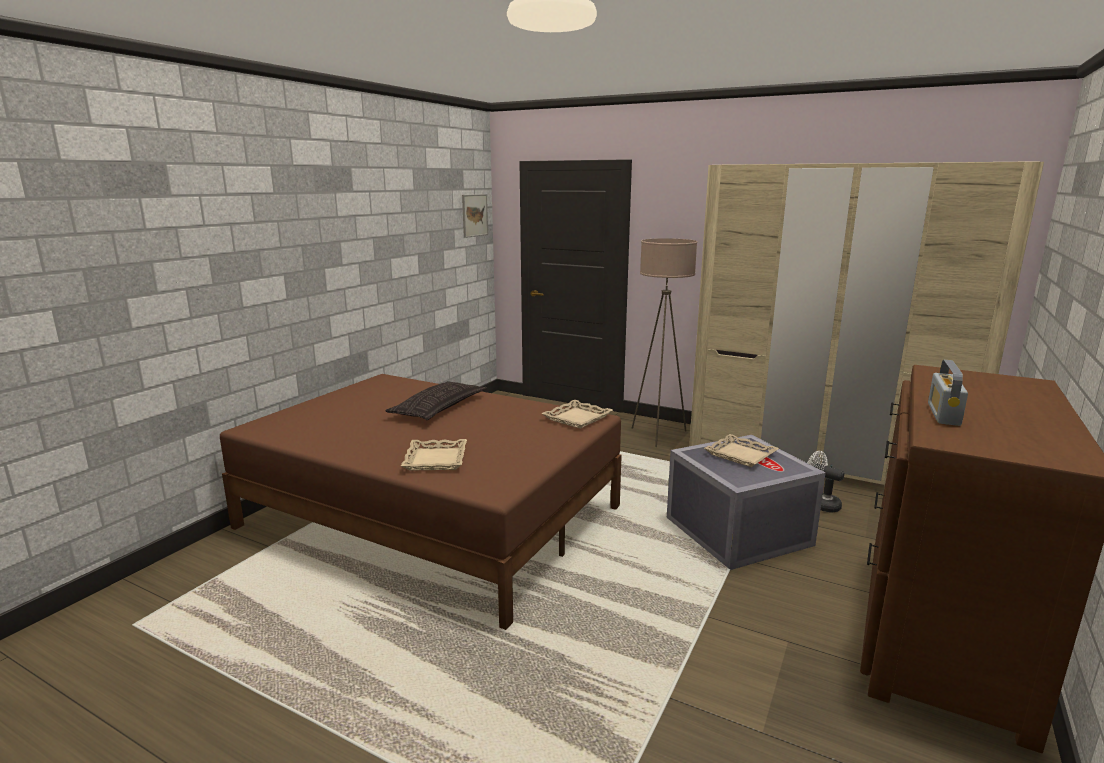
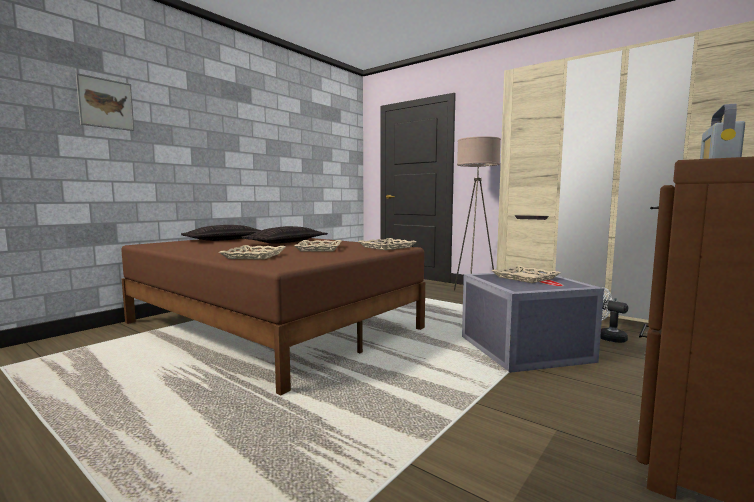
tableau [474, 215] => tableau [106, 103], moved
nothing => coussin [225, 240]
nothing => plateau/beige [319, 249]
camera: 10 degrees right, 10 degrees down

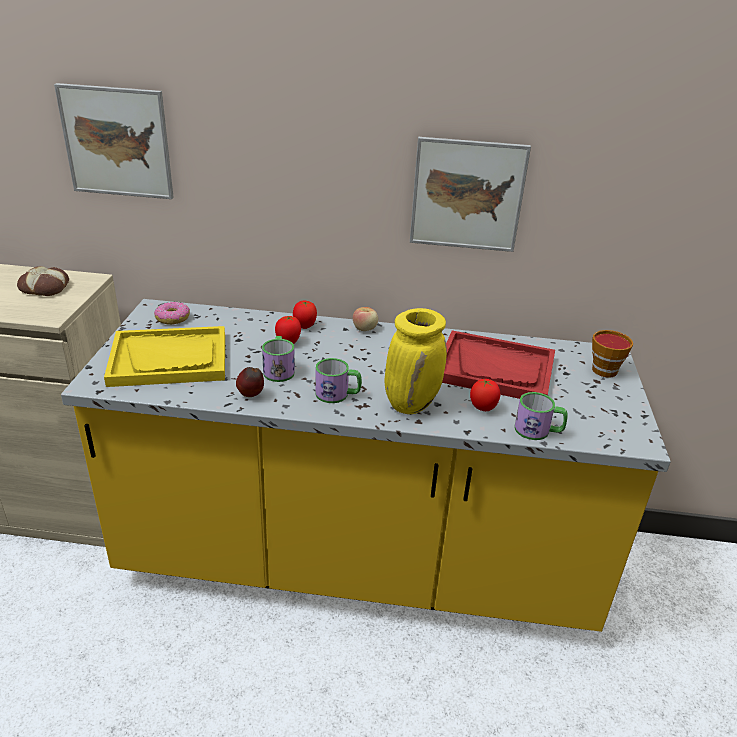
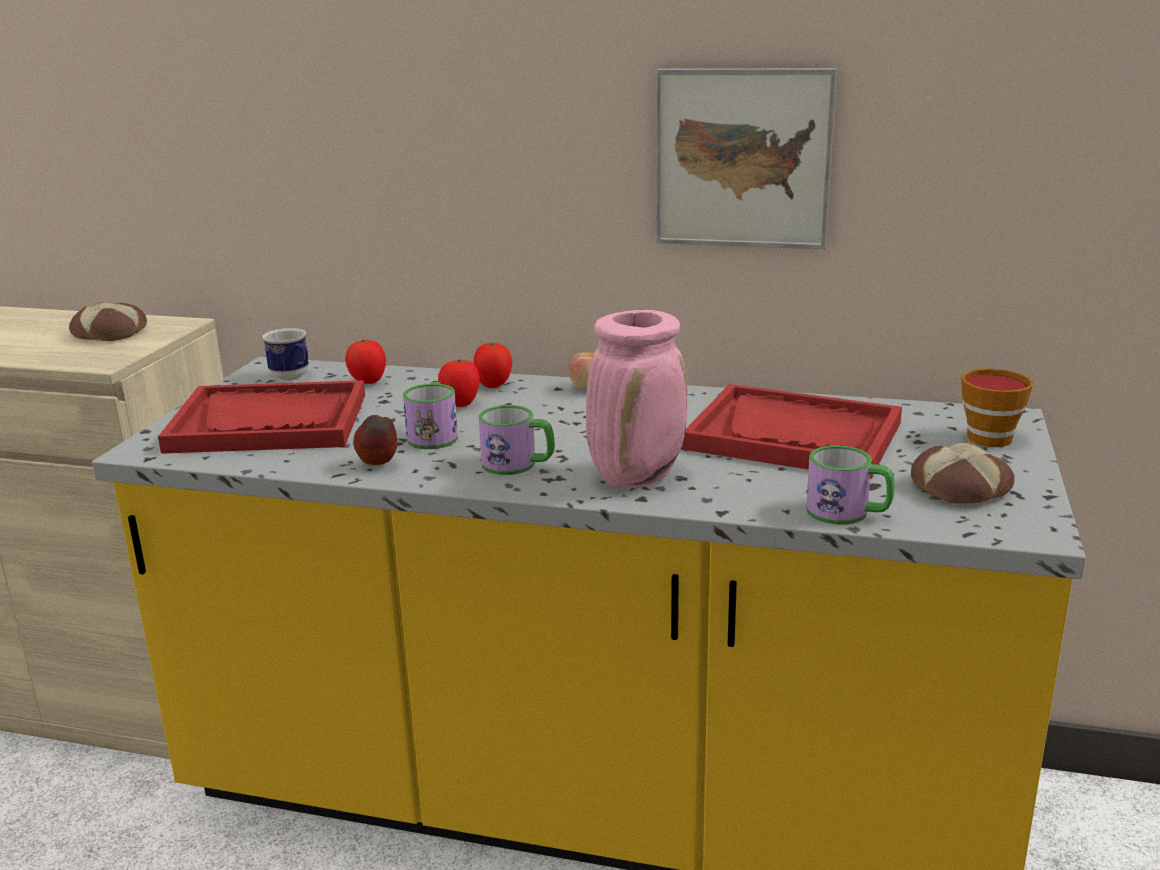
tableau [117, 142] => nothing
plateau/jaune [169, 359] => plateau/rouge [269, 422]
beignet [173, 318] => mug [293, 377]
vase/jaune [411, 403] => vase/rose [636, 477]
tomate [482, 408] => tomate [368, 382], moved
nothing => pain [961, 488]
camera: 10 degrees right, 10 degrees down

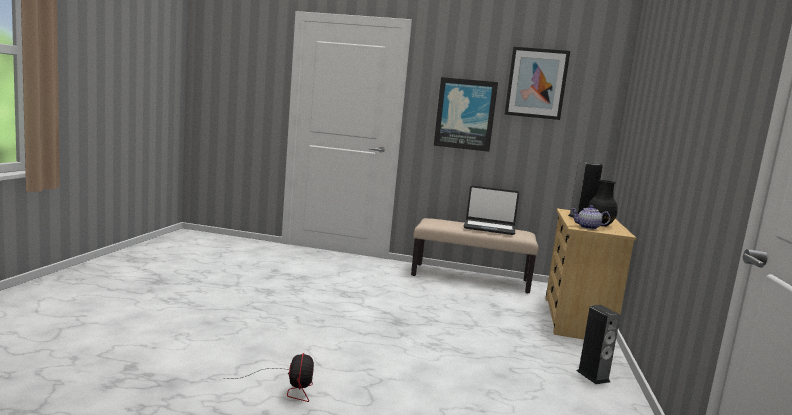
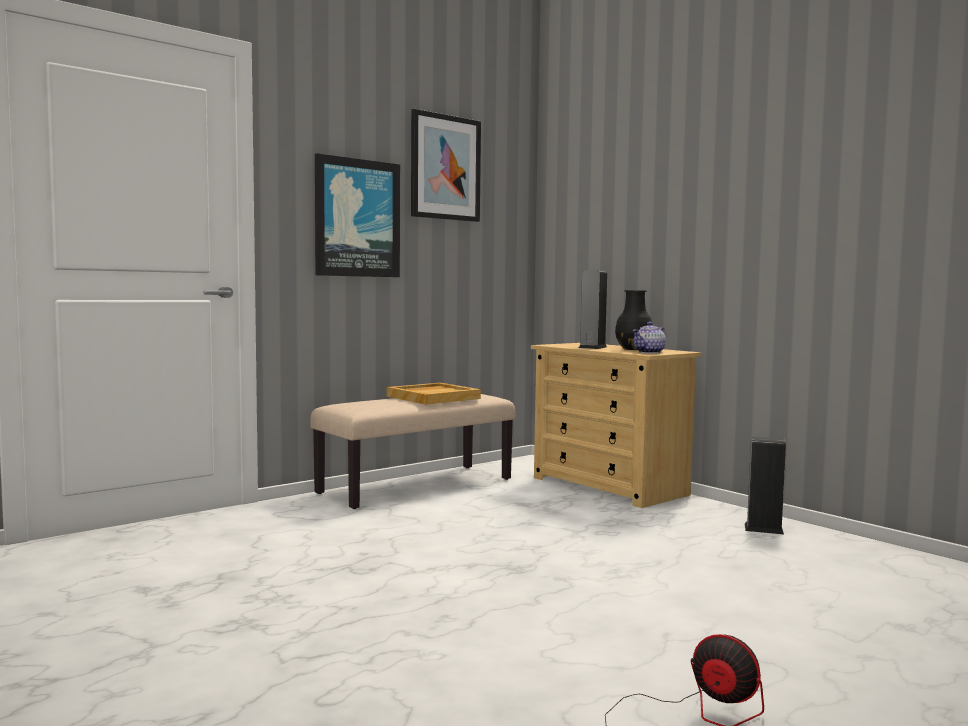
ordinateur portable [489, 228] => plateau/beige [433, 397]
camera: 50 degrees left, 5 degrees down

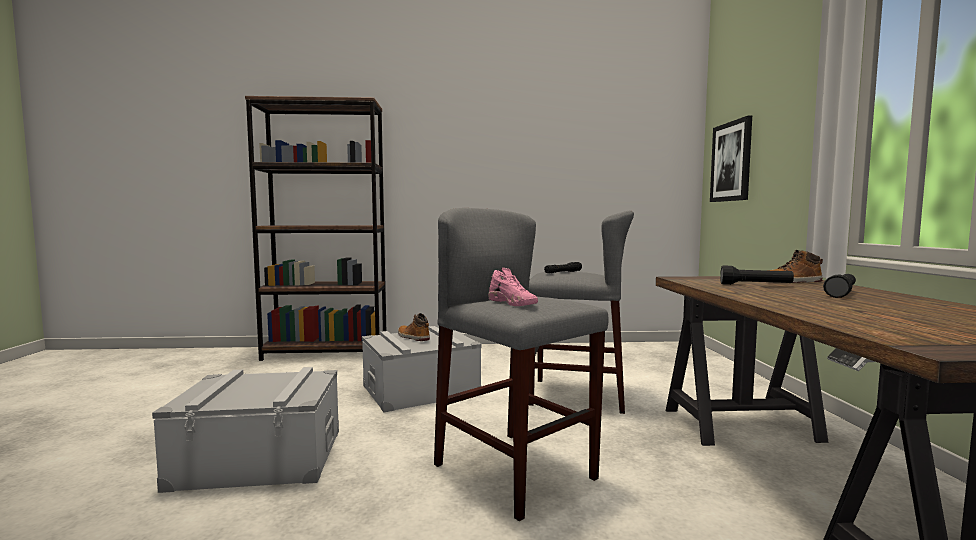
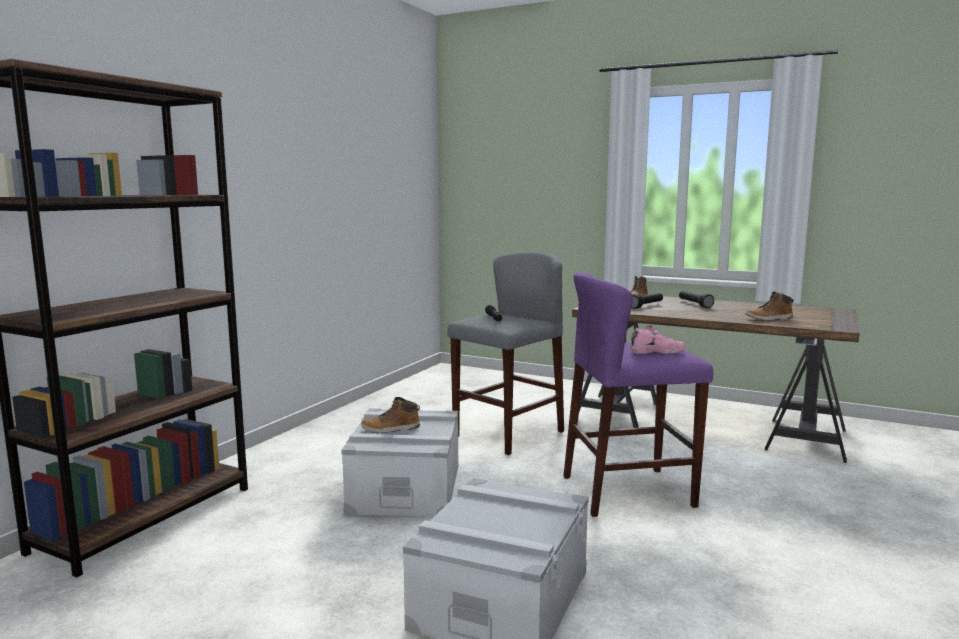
tabouret/gris [514, 472] => tabouret/violet [628, 491]
tableau [731, 161] => nothing
nothing => botte [769, 319]
camera: 60 degrees left, 5 degrees up

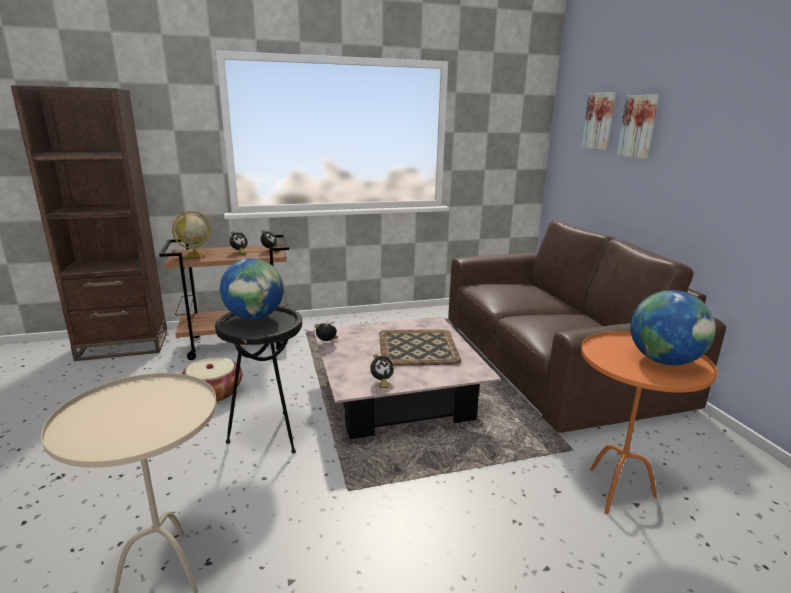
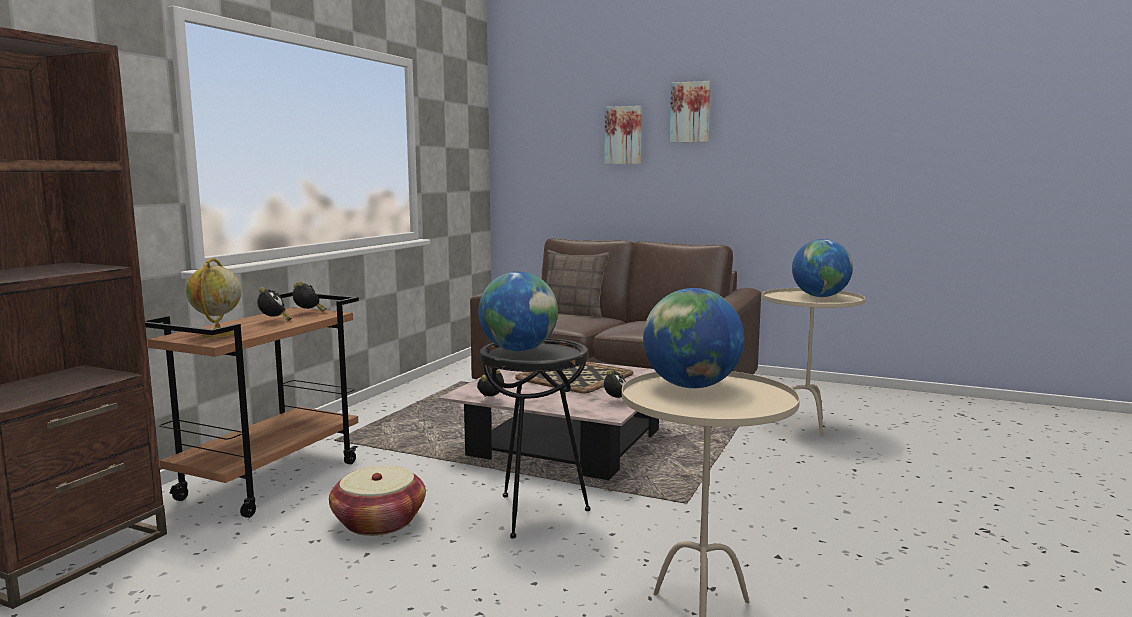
tableau [599, 121] => tableau [690, 112], moved
table d'appoint/orange [616, 492] => table d'appoint/beige [805, 425]
nothing => coussin [573, 313]
nothing => globe [691, 386]
camera: 50 degrees left, 10 degrees down

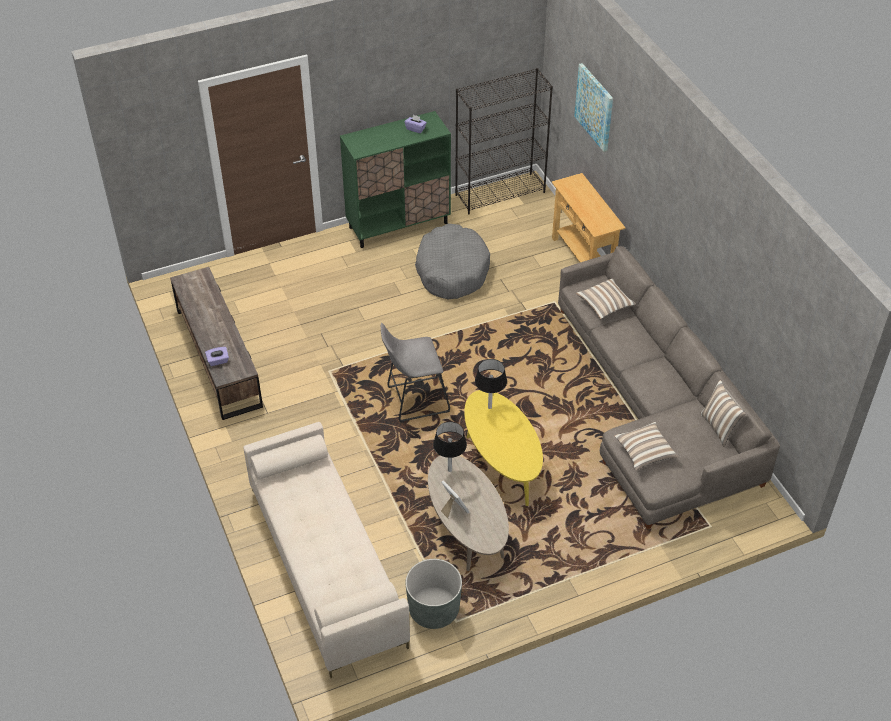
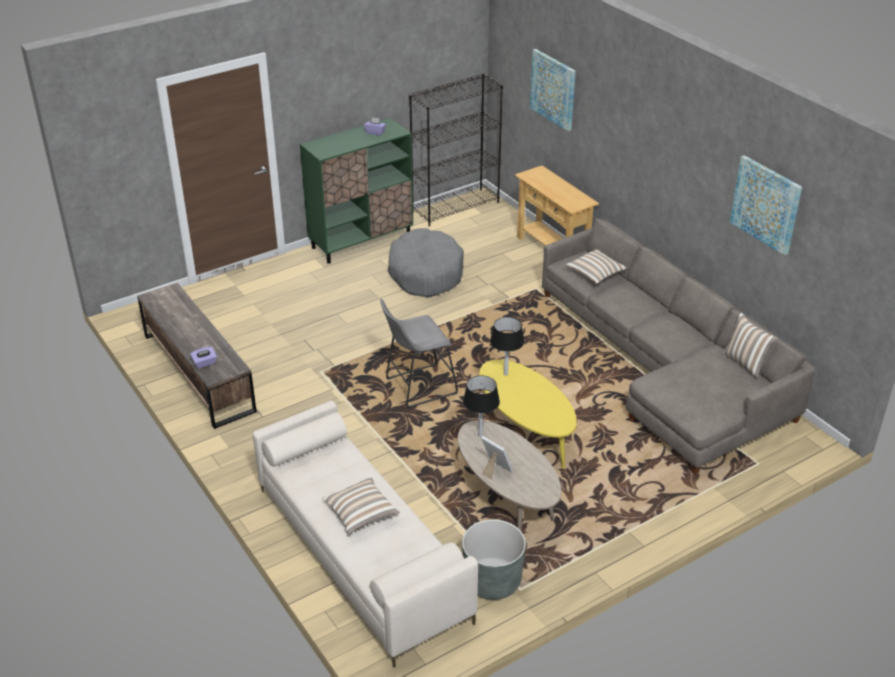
coussin [644, 452] => coussin [360, 513], moved
nothing => tableau [766, 204]
camera: 10 degrees left, 10 degrees down

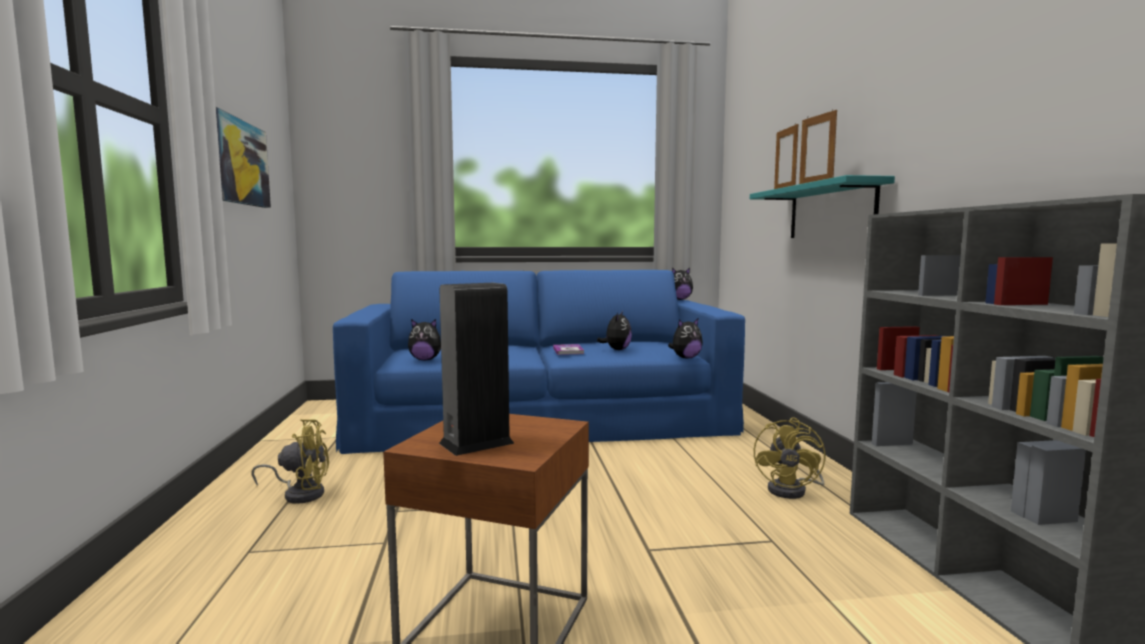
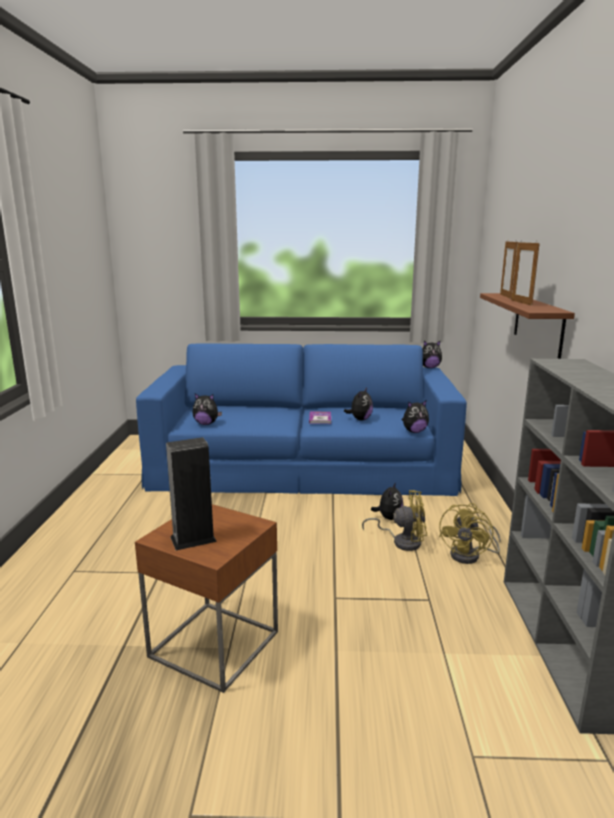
tableau [239, 162] => nothing
ventilateur/jaune [300, 494] => ventilateur/jaune [402, 541], moved
étagère/turquoise [830, 211] => étagère/marron [538, 323]
nothing => peluche [388, 517]
camera: 10 degrees right, 10 degrees up

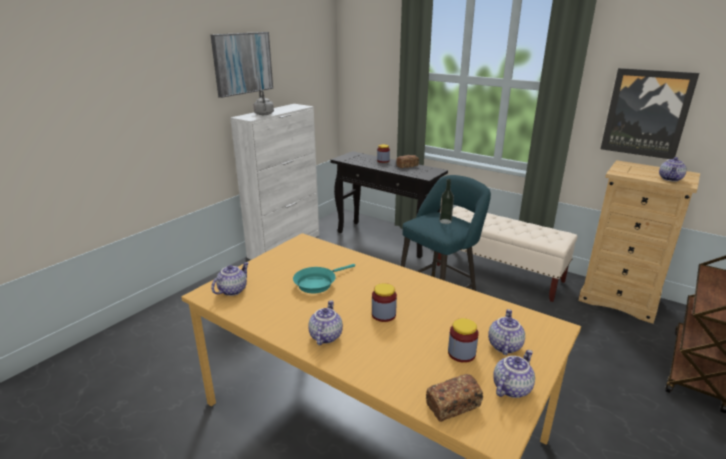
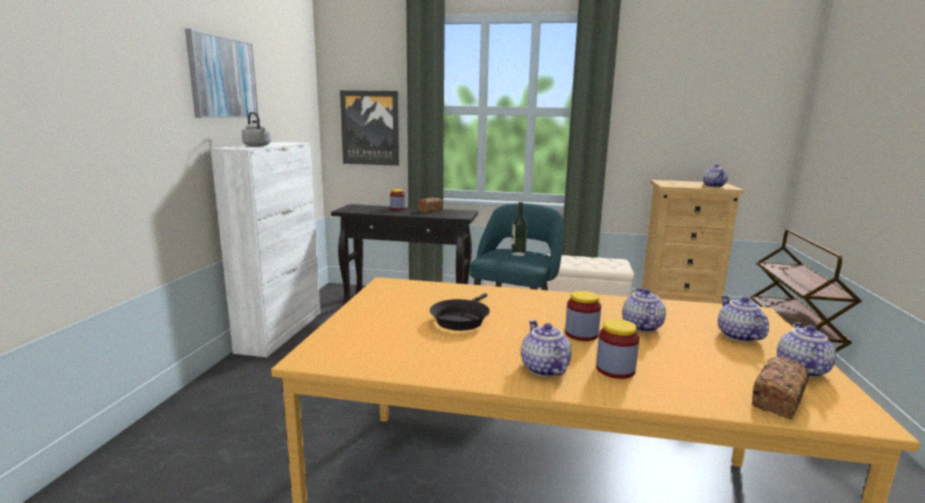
théière [232, 290] => théière [640, 326], moved
poêle/turquoise [318, 283] => poêle/noir [461, 319]
bocal [461, 353] => bocal [615, 369], moved
tableau [646, 113] => tableau [370, 128], moved
camera: 25 degrees left, 10 degrees down

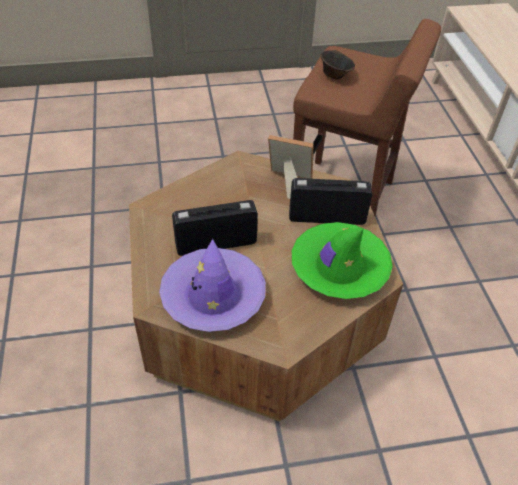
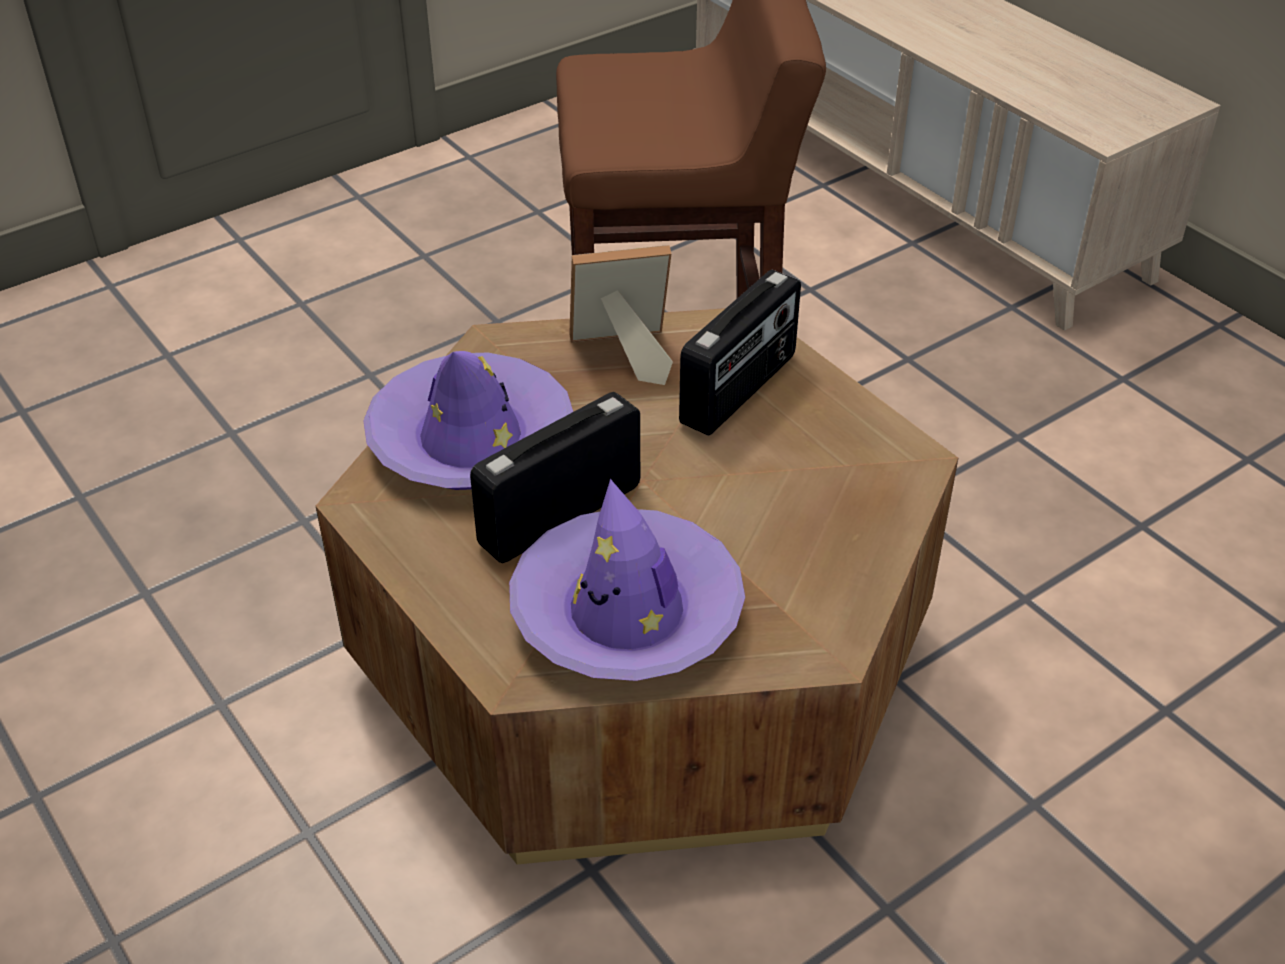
radio [326, 217] => radio [740, 390], 150 degrees clockwise
chapeau/vert [339, 267] => nothing
bol/marron [335, 75] => nothing
nothing => chapeau/violet [470, 439]
camera: 25 degrees left, 5 degrees down

